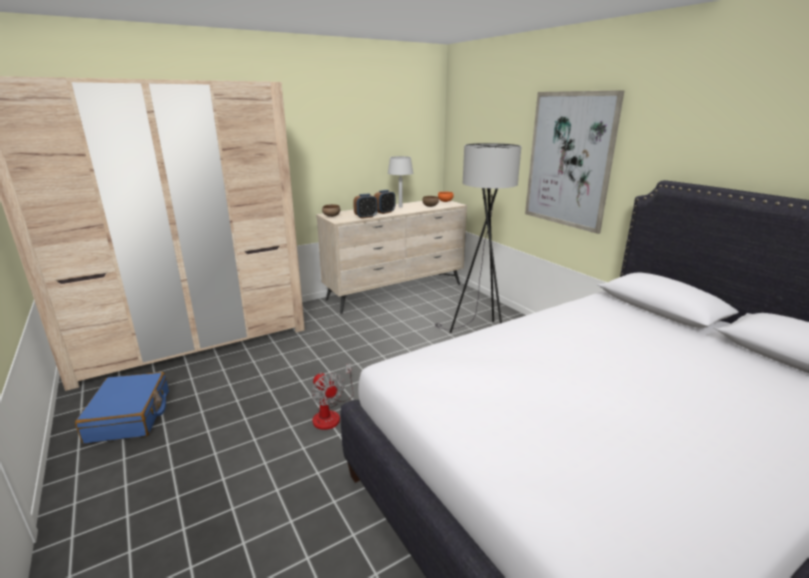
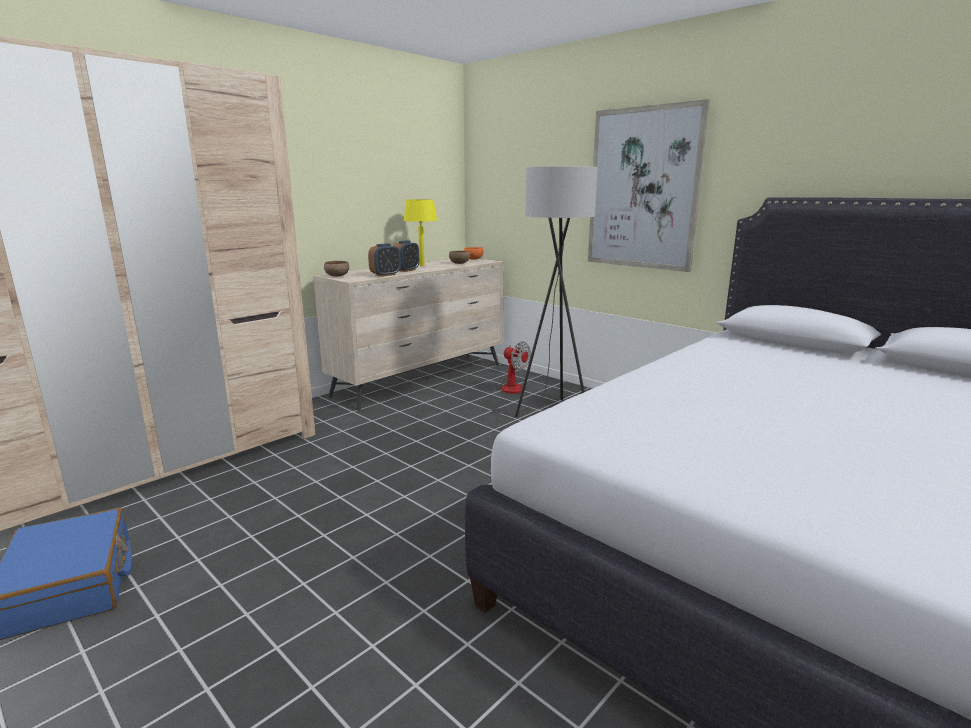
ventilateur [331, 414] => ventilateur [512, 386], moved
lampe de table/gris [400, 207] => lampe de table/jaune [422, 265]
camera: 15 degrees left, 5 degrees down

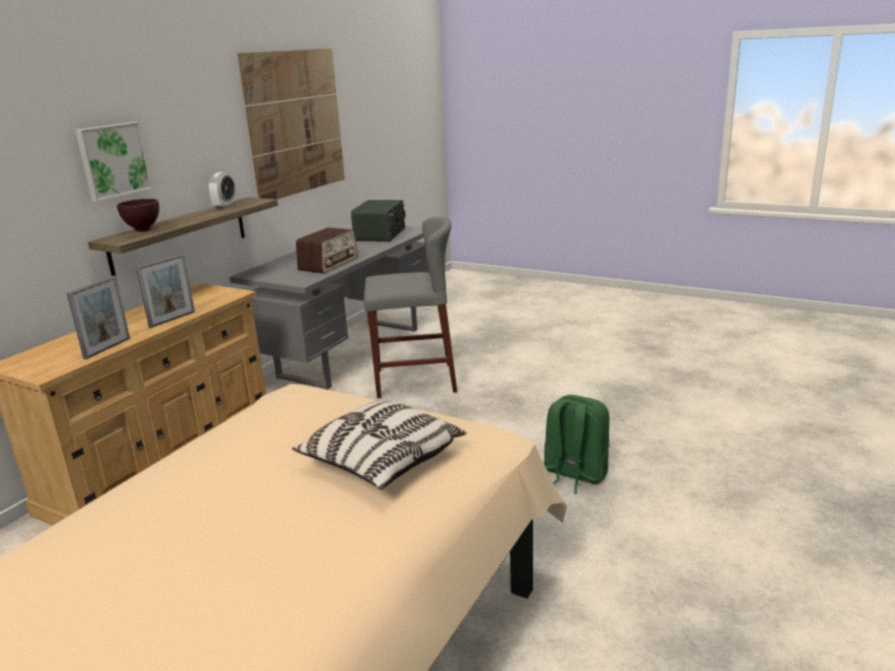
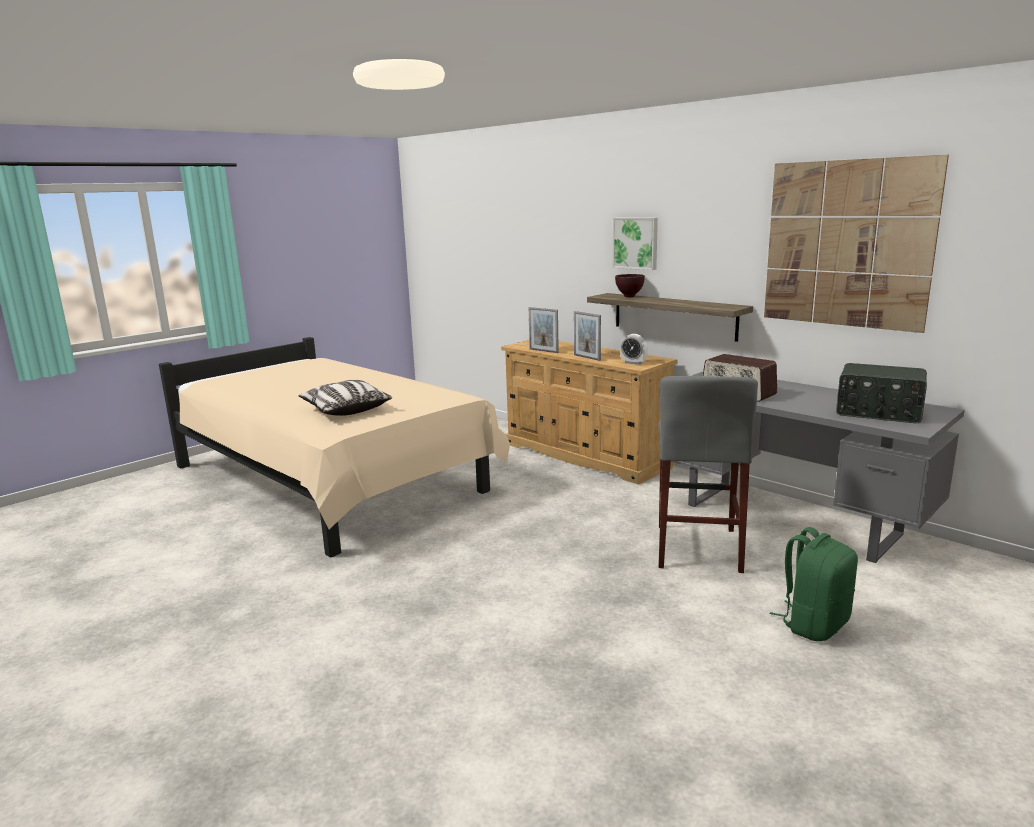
réveil [224, 206] => réveil [633, 363], moved
sac à dos/vert [574, 474] => sac à dos/vert [813, 624], moved
camera: 105 degrees right, 5 degrees down

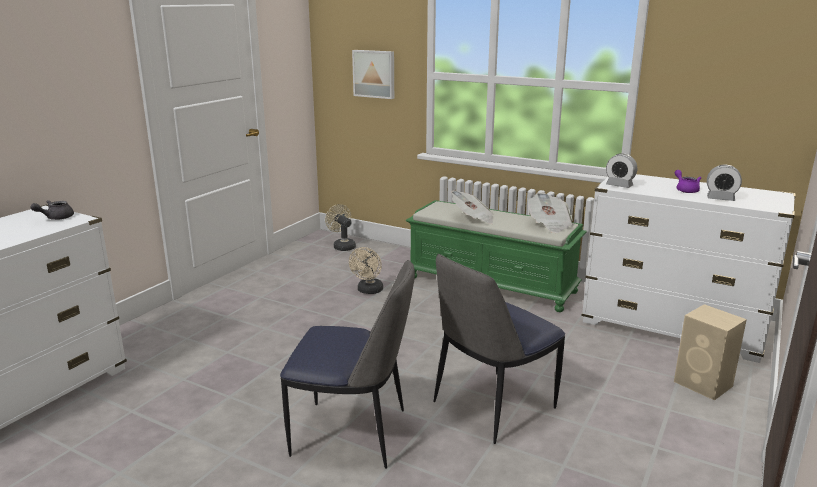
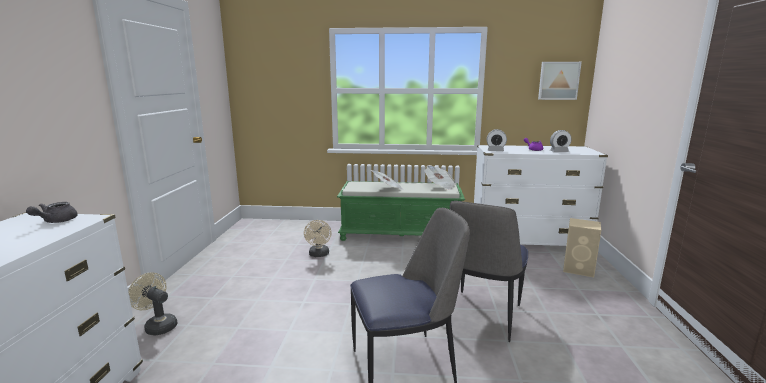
ventilateur/beige [342, 246] => ventilateur/beige [158, 326], moved
tableau [374, 74] => tableau [558, 80], moved
camera: 25 degrees left, 5 degrees down

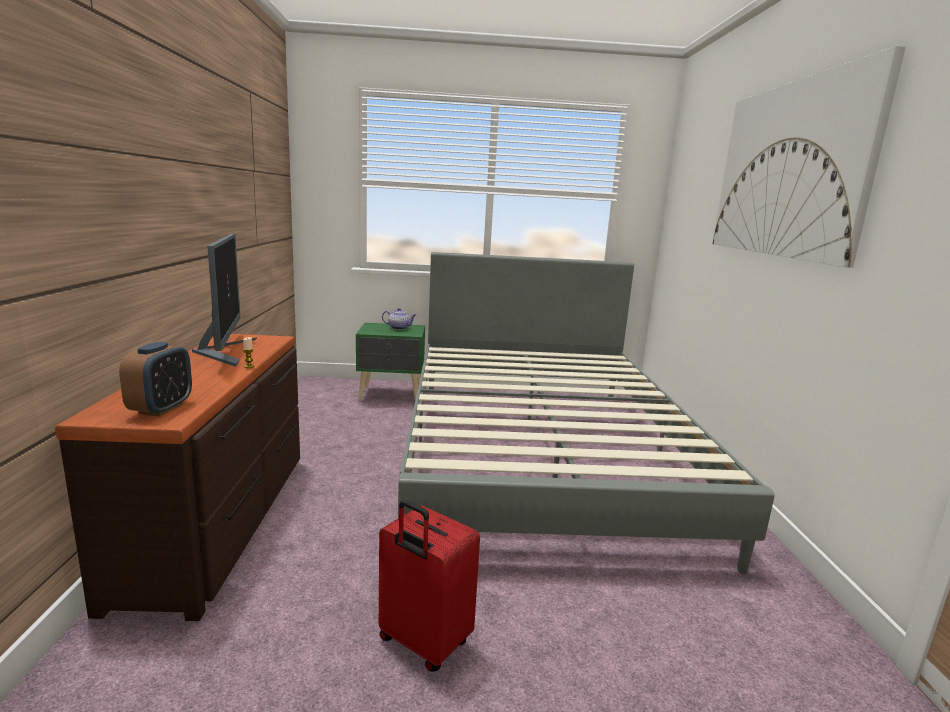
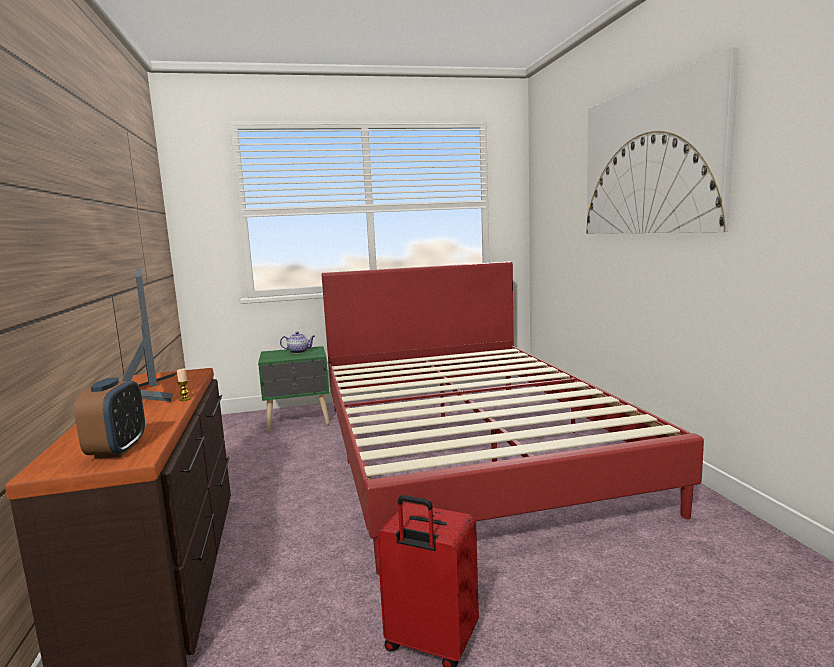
lit/gris [541, 453] => lit/rouge [467, 449]
camera: 10 degrees left, 5 degrees down

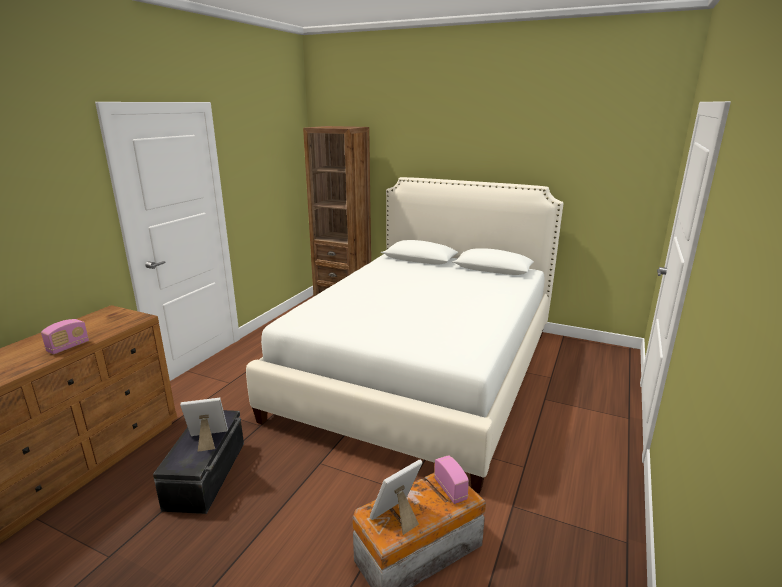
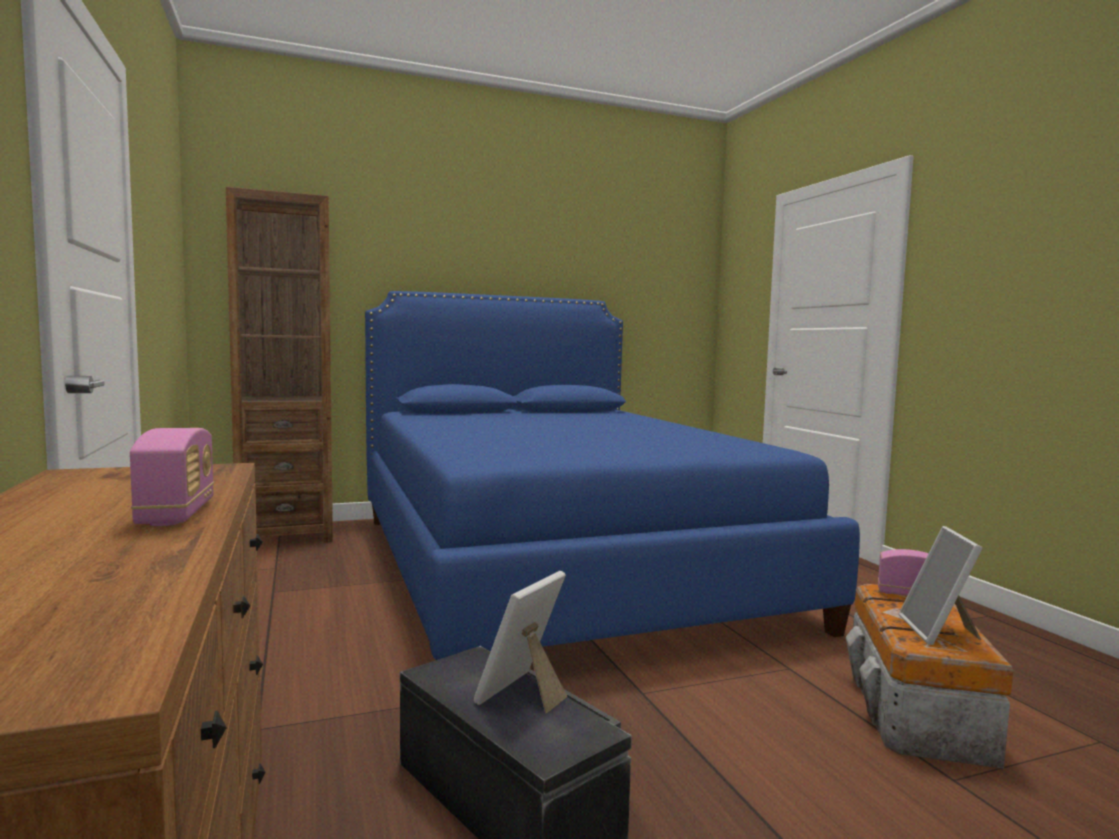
lit/blanc [422, 371] => lit/bleu [556, 566]
camera: 45 degrees left, 15 degrees down

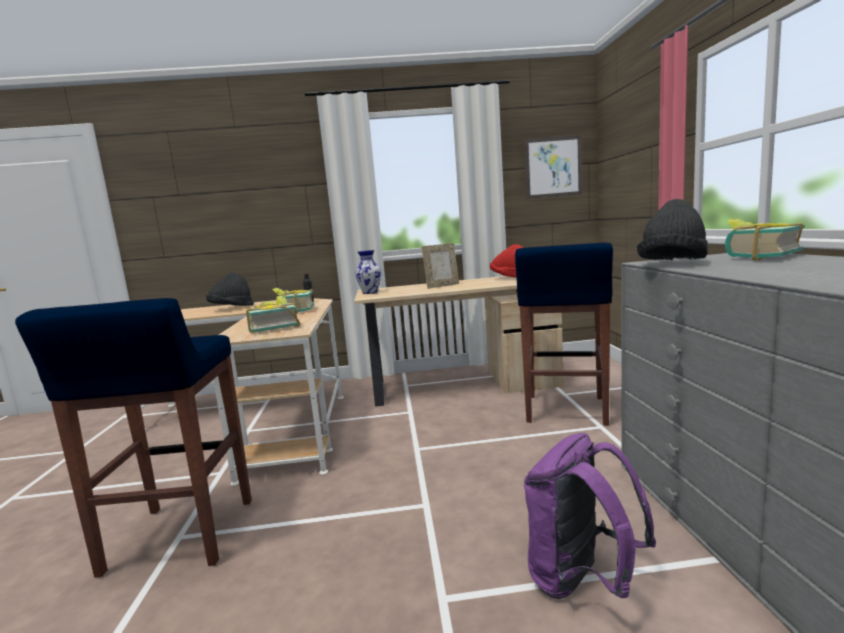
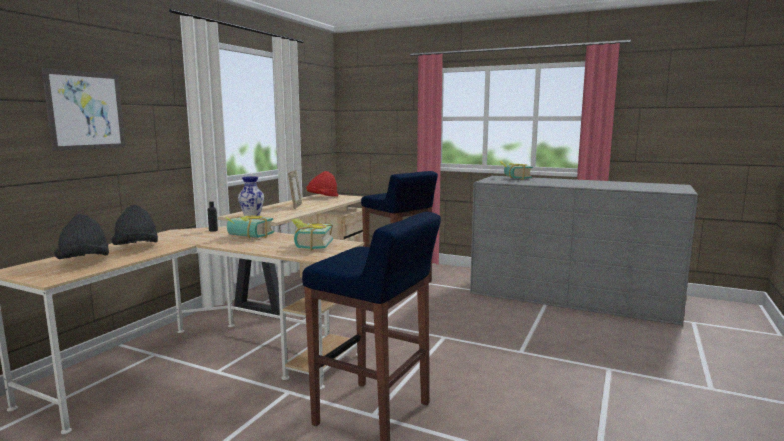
tableau [553, 167] => tableau [86, 110], moved
sac à dos/violet [581, 581] => nothing
chapeau/noir [672, 264] => chapeau/noir [84, 262], moved
camera: 60 degrees left, 0 degrees up

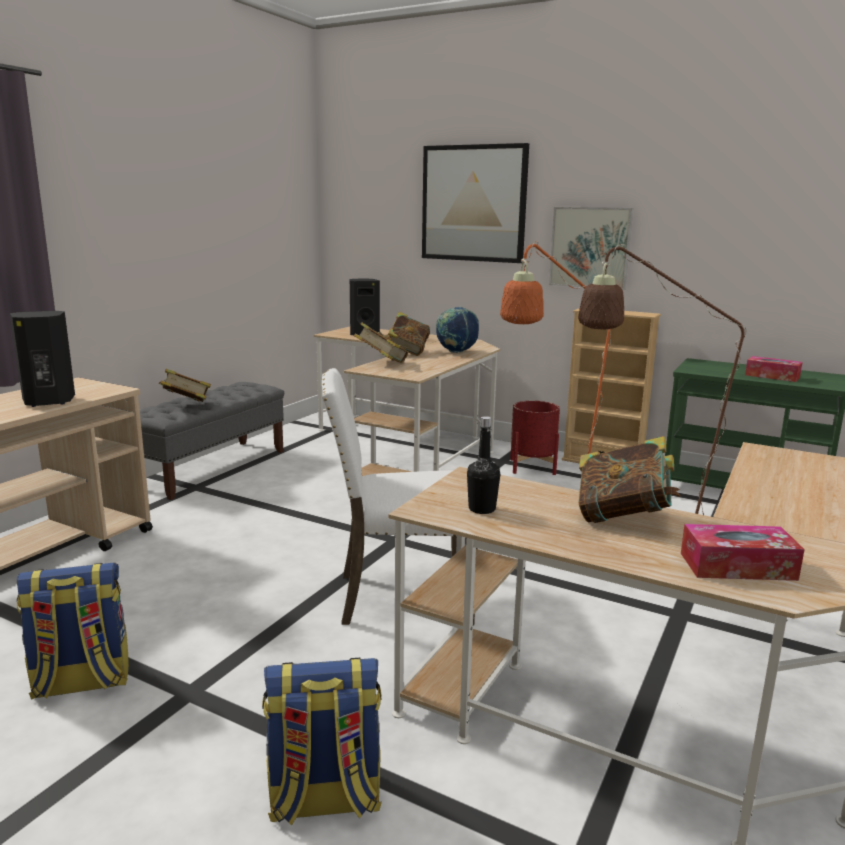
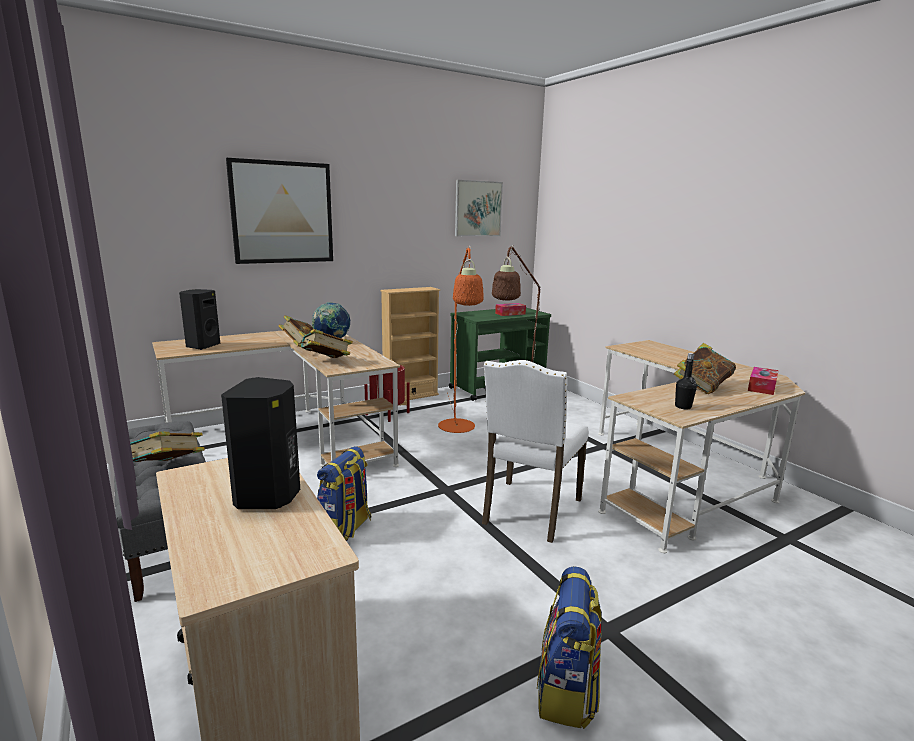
sac à dos [324, 800] => sac à dos [345, 530], moved
tableau [590, 247] => tableau [478, 208], moved
camera: 60 degrees left, 0 degrees up

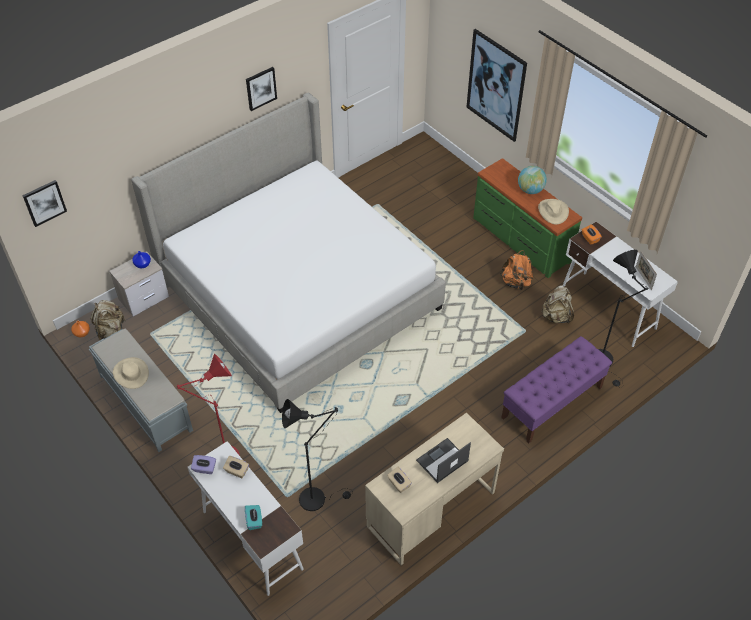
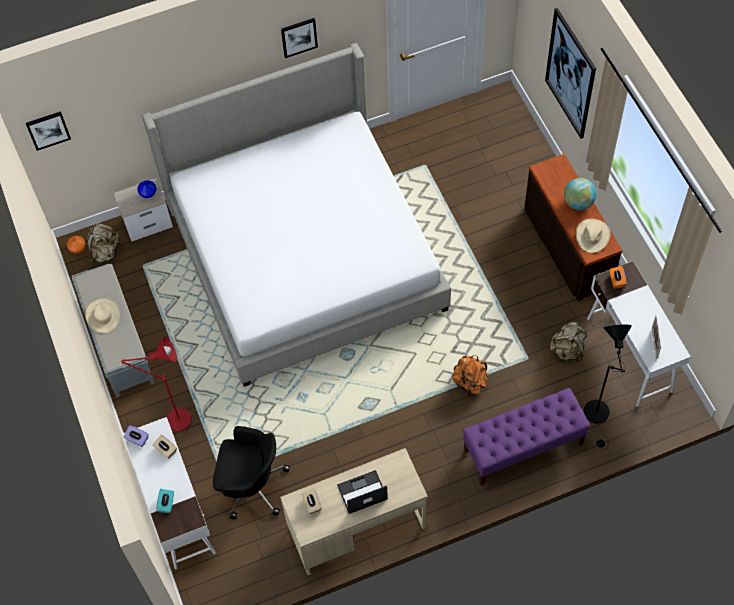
lampadaire/noir [317, 497] => chaise de bureau/noir [251, 485]
commode/vert [520, 240] => commode/marron [566, 247]
sac à dos/orange [516, 282] => sac à dos/orange [470, 382], moved
camera: 20 degrees right, 10 degrees up

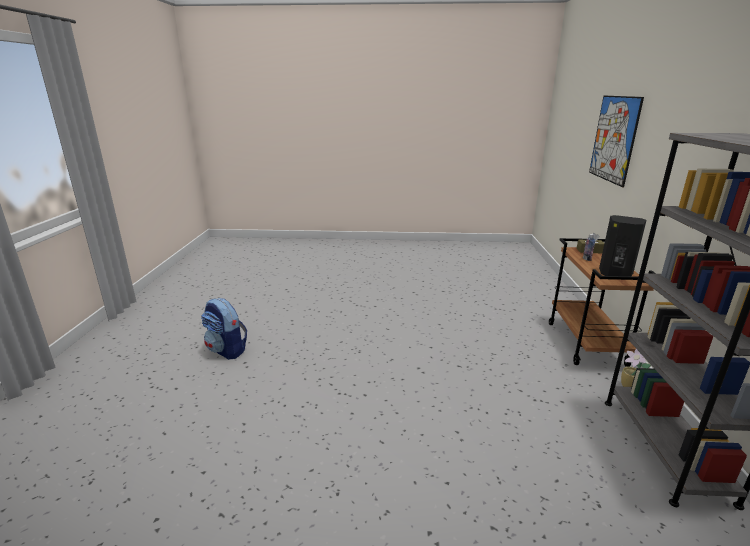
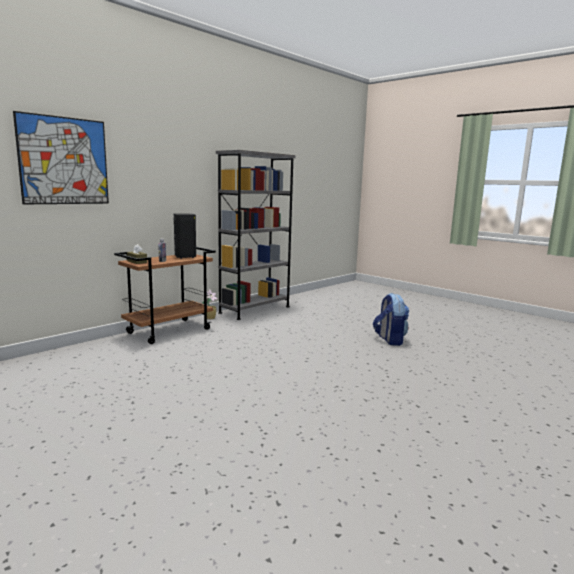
sac à dos [227, 350] => sac à dos [389, 340], moved
camera: 140 degrees left, 10 degrees down

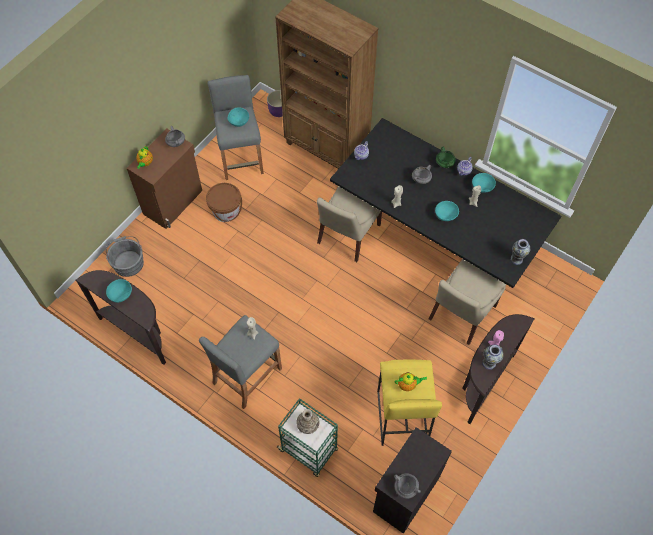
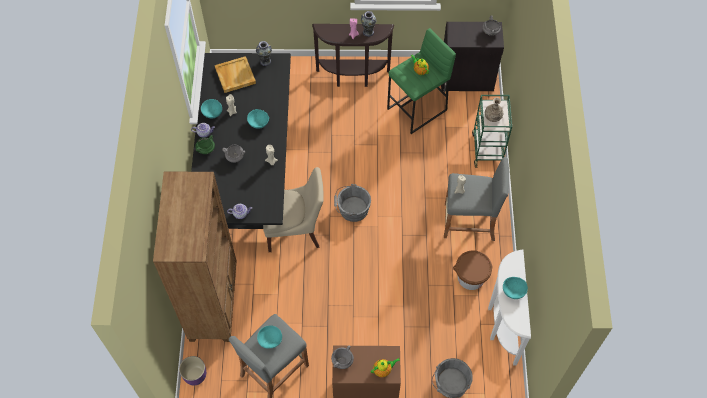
table console/marron [138, 332] => table console/blanc [501, 324]
seau/marron [226, 211] => seau/marron [471, 277], moved
tabouret/jaune [401, 416] => tabouret/vert [417, 110]
chaise/beige [461, 314] => nothing
nothing => plateau/beige [235, 75]
nothing => seau/gris [352, 209]
camera: 125 degrees left, 0 degrees up

